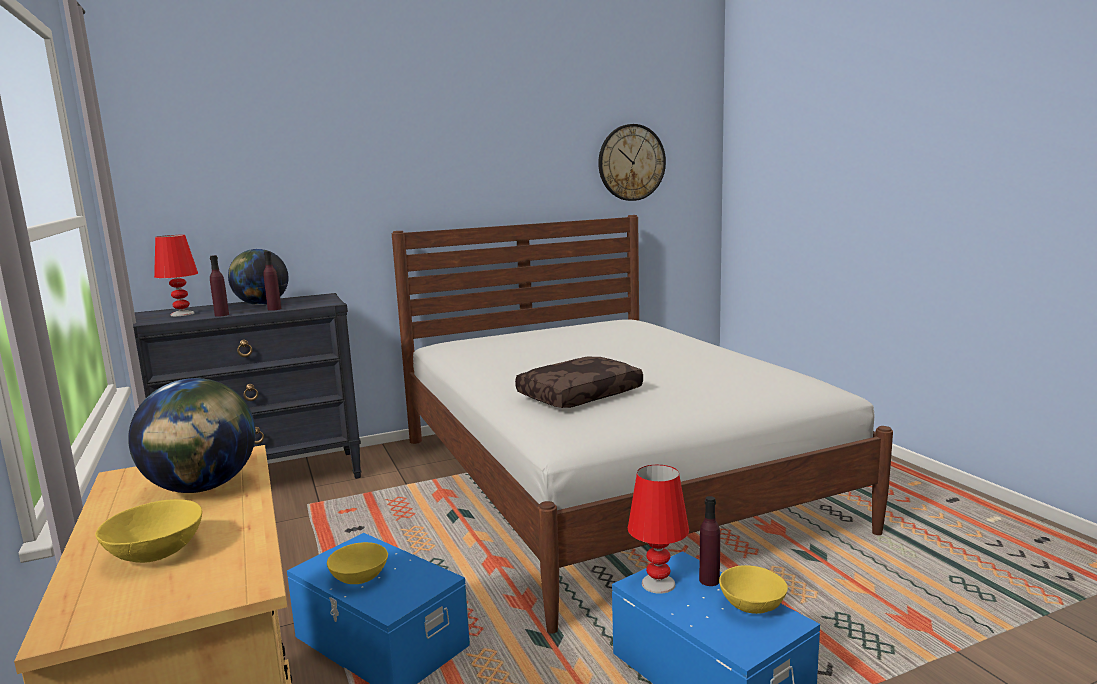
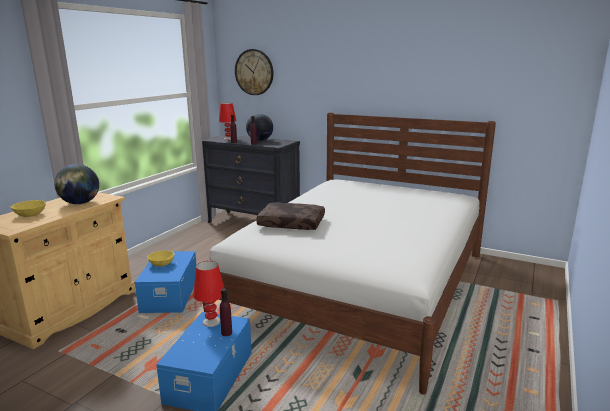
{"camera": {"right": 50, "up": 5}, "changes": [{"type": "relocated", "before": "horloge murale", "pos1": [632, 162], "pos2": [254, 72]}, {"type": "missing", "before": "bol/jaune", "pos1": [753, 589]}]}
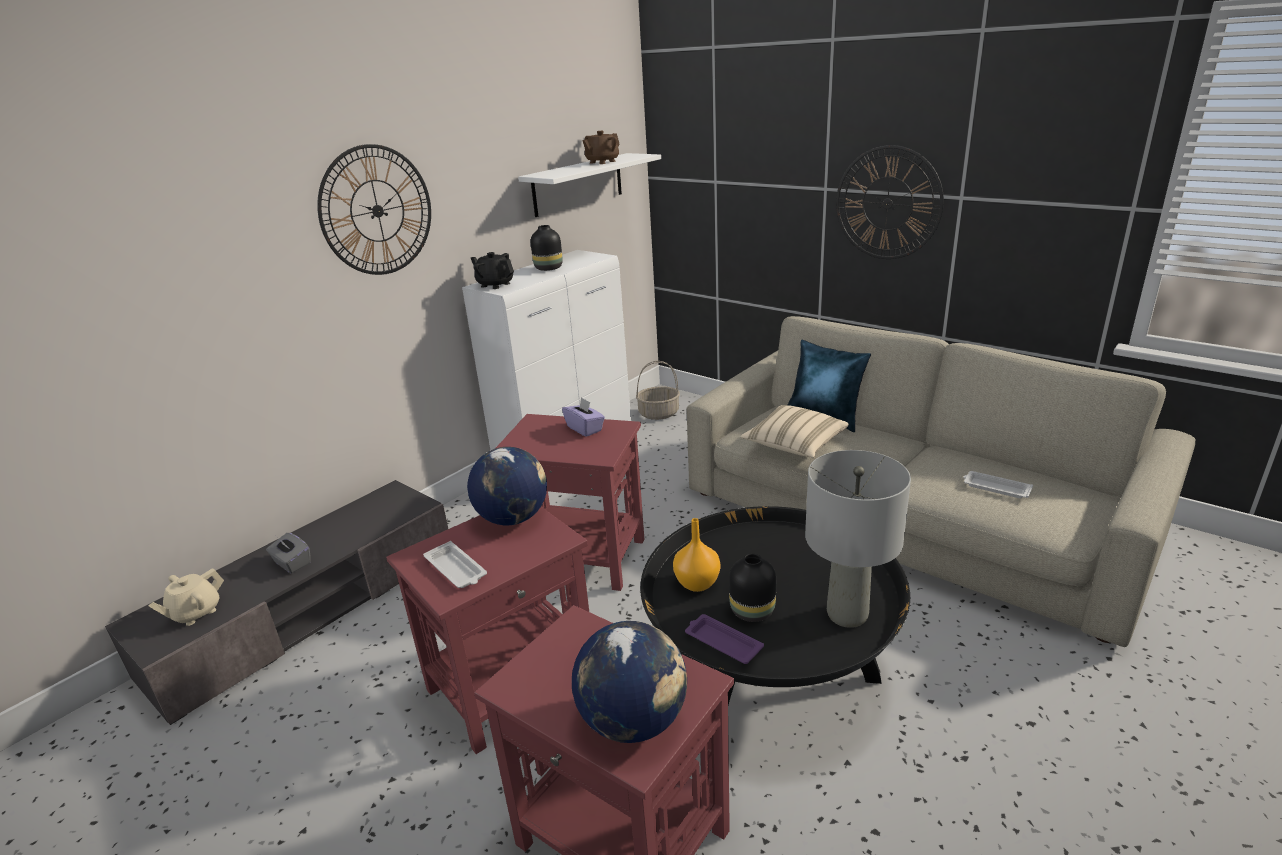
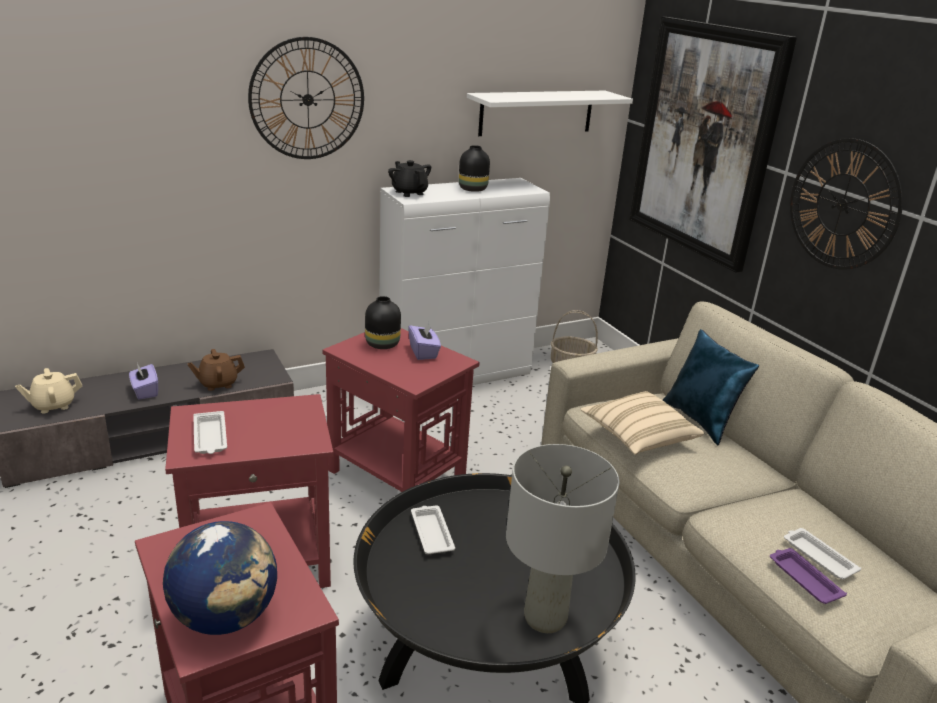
{"camera": {"right": 20, "up": 0}, "changes": [{"type": "colour", "before": "boîte à mouchoirs/gris", "after": "boîte à mouchoirs/violet", "pos1": [288, 553], "pos2": [143, 381]}, {"type": "relocated", "before": "théière/marron", "pos1": [601, 147], "pos2": [216, 370]}, {"type": "relocated", "before": "vase/noir", "pos1": [752, 588], "pos2": [383, 322]}, {"type": "exchanged", "before": "vase/orange", "after": "plateau/blanc", "pos1": [696, 555], "pos2": [433, 529]}, {"type": "appeared", "after": "tableau", "pos2": [713, 144]}, {"type": "relocated", "before": "plateau/violet", "pos1": [724, 639], "pos2": [808, 576]}, {"type": "missing", "before": "globe", "pos1": [507, 486]}]}
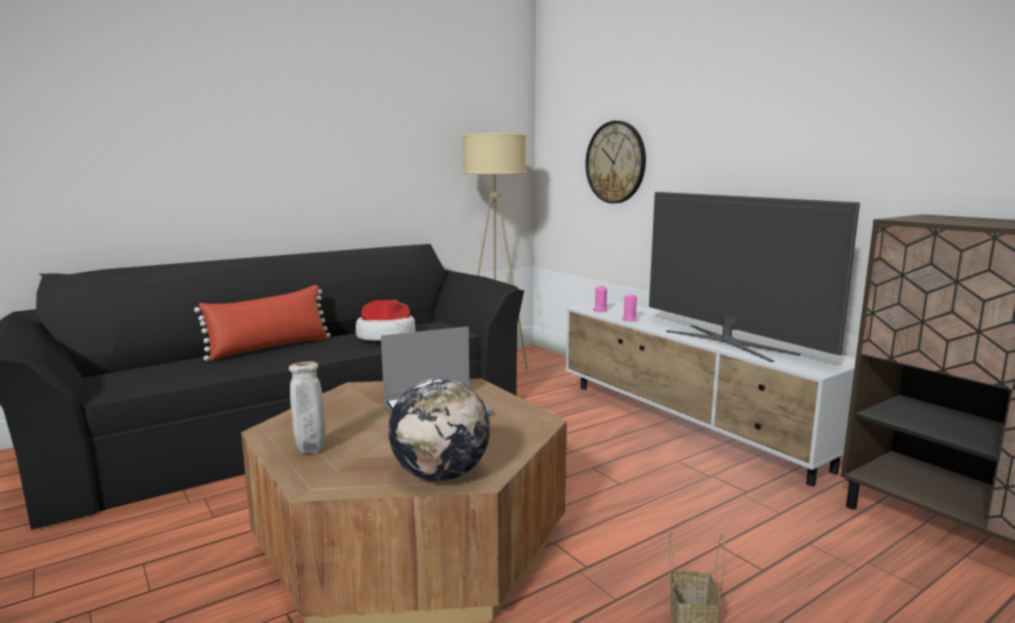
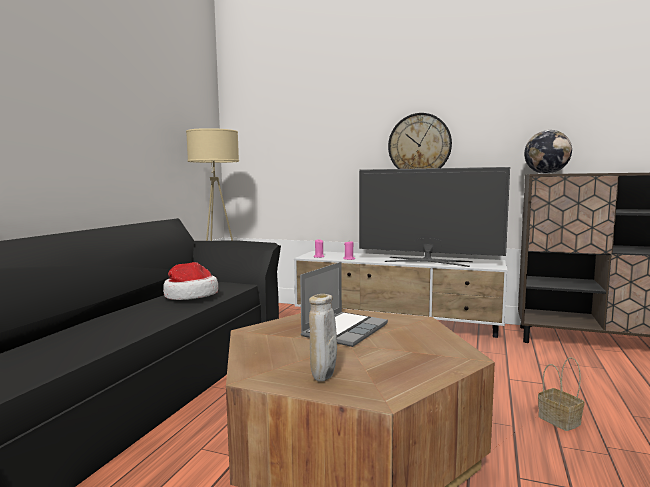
{"camera": {"right": -35, "up": -5}, "changes": [{"type": "relocated", "before": "horloge murale", "pos1": [615, 162], "pos2": [420, 141]}, {"type": "relocated", "before": "globe", "pos1": [439, 429], "pos2": [548, 152]}, {"type": "missing", "before": "coussin/rouge", "pos1": [262, 323]}]}
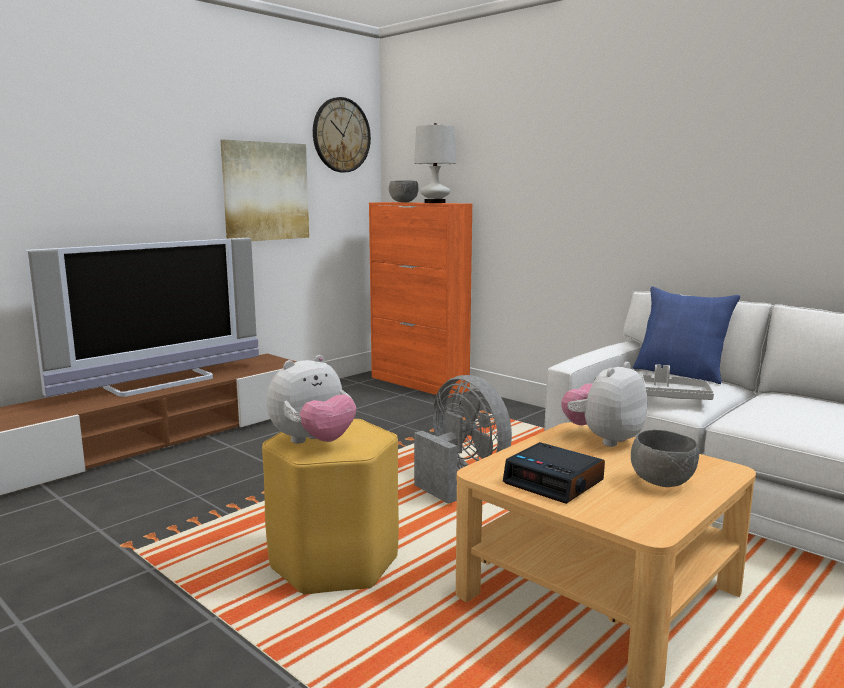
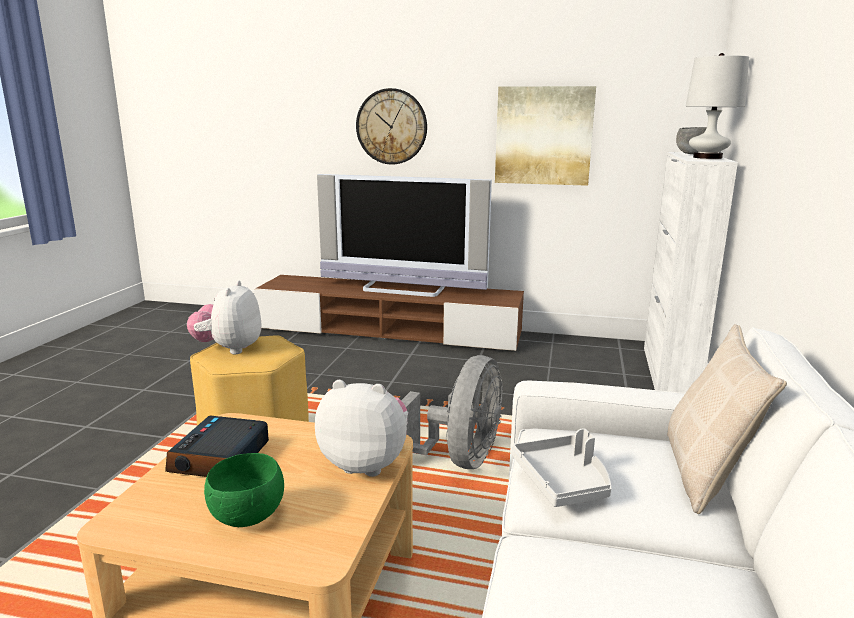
{"camera": {"right": 60, "up": 5}, "changes": [{"type": "spun", "before": "peluche", "pos1": [311, 399], "pos2": [224, 317], "turn": 75}, {"type": "colour", "before": "bol/gris", "after": "bol/vert", "pos1": [665, 458], "pos2": [244, 490]}, {"type": "relocated", "before": "horloge murale", "pos1": [342, 135], "pos2": [391, 126]}, {"type": "colour", "before": "meuble de rangement/orange", "after": "meuble de rangement/blanc", "pos1": [420, 300], "pos2": [691, 272]}, {"type": "colour", "before": "coussin/bleu", "after": "coussin/beige", "pos1": [686, 335], "pos2": [727, 419]}]}
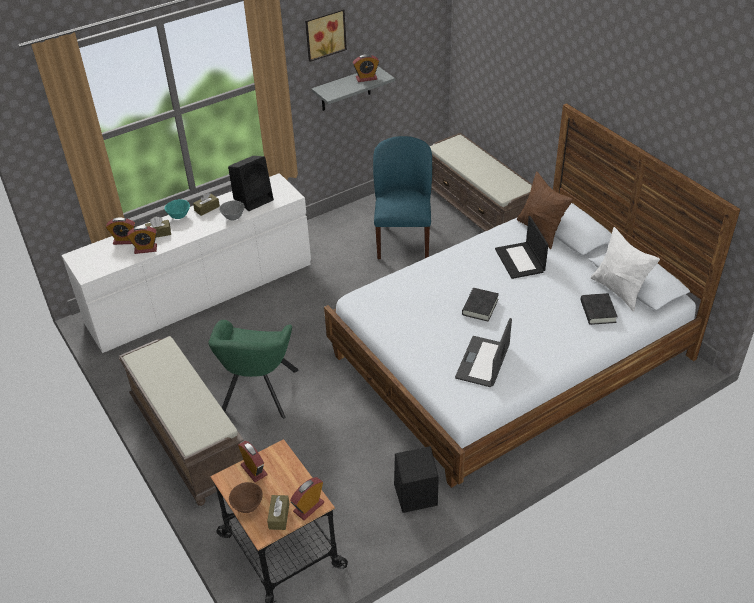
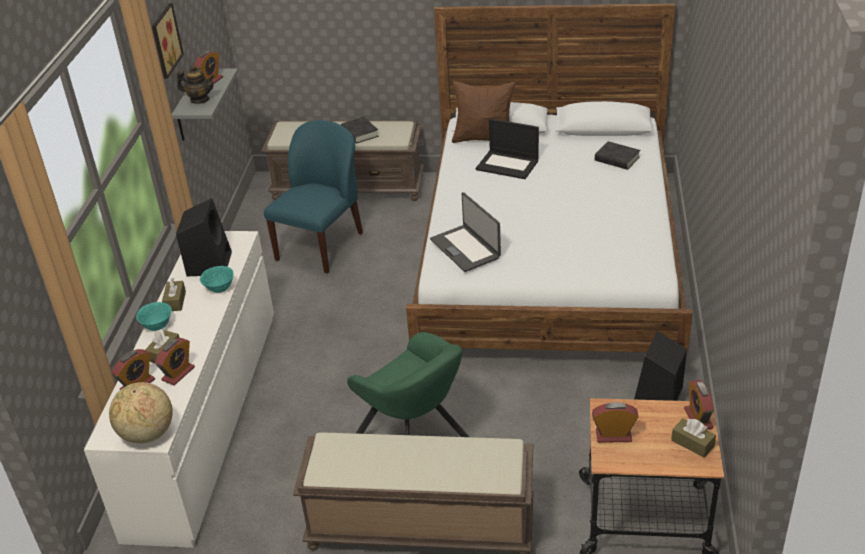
{"camera": {"right": -50, "up": -5}, "changes": [{"type": "appeared", "after": "globe", "pos2": [141, 413]}, {"type": "appeared", "after": "théière", "pos2": [196, 84]}, {"type": "colour", "before": "bol/gris", "after": "bol/turquoise", "pos1": [232, 210], "pos2": [217, 279]}, {"type": "spun", "before": "chaise/bleu", "pos1": [402, 197], "pos2": [313, 197], "turn": 75}, {"type": "relocated", "before": "livre/noir", "pos1": [480, 305], "pos2": [360, 130]}, {"type": "relocated", "before": "ordinateur portable", "pos1": [483, 352], "pos2": [465, 232]}, {"type": "missing", "before": "bol/marron", "pos1": [246, 497]}, {"type": "missing", "before": "coussin/blanc", "pos1": [625, 269]}]}
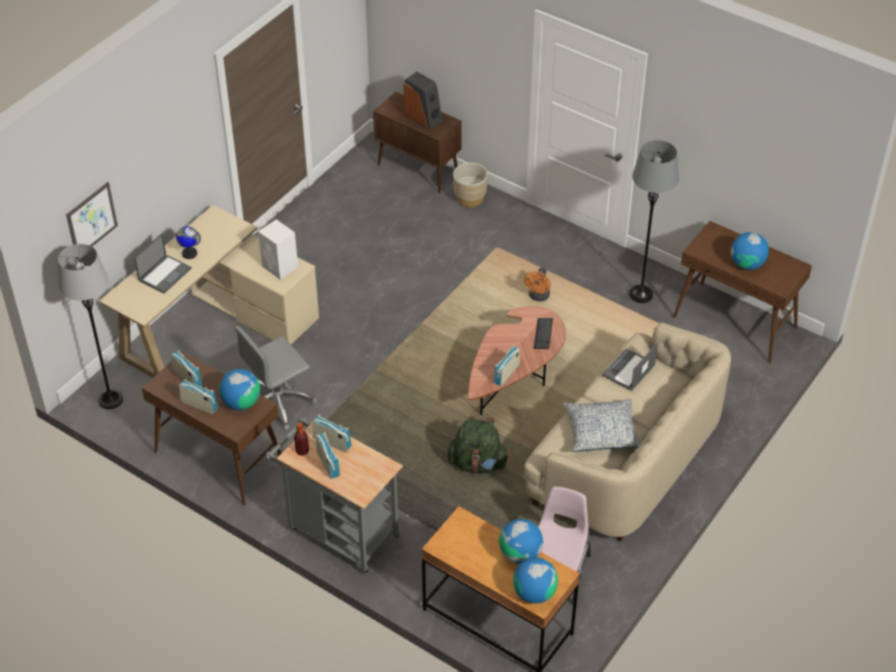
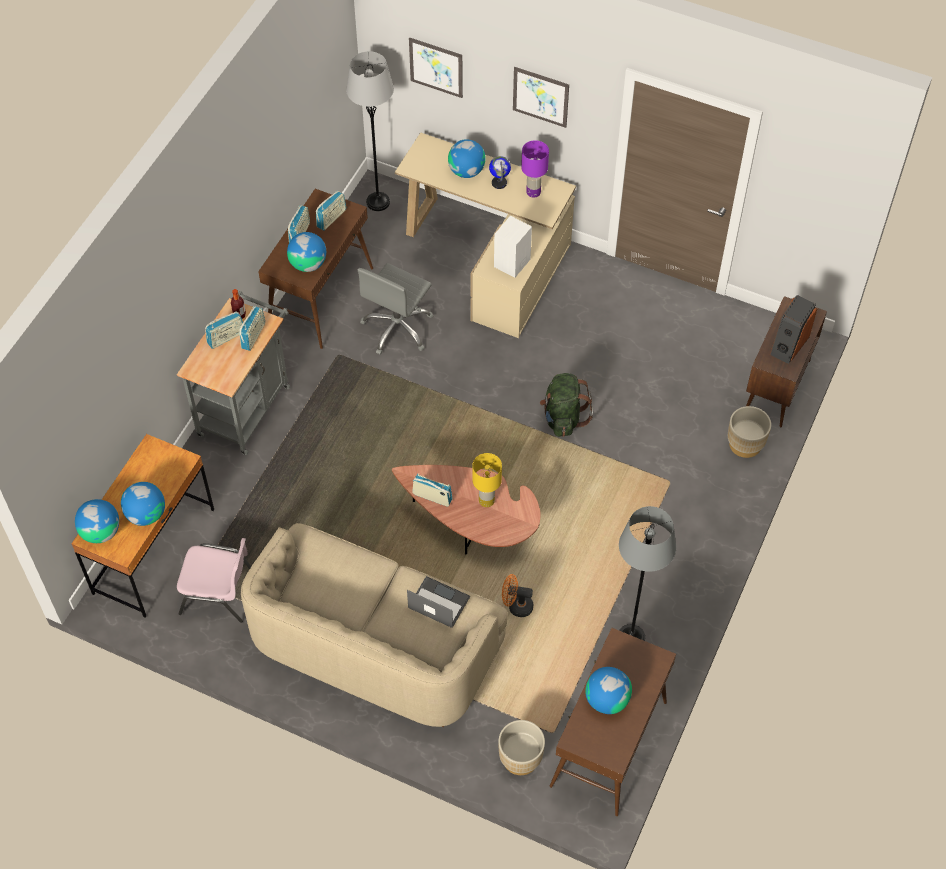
{"camera": {"right": 80, "up": 10}, "changes": [{"type": "spun", "before": "chaise de bureau/gris", "pos1": [276, 378], "pos2": [396, 309], "turn": -105}, {"type": "exchanged", "before": "ordinateur portable", "after": "globe", "pos1": [163, 263], "pos2": [467, 158]}, {"type": "appeared", "after": "lampe de table/jaune", "pos2": [487, 480]}, {"type": "appeared", "after": "cache-pot/beige", "pos2": [521, 747]}, {"type": "relocated", "before": "ventilateur/orange", "pos1": [537, 284], "pos2": [517, 595]}, {"type": "appeared", "after": "tableau", "pos2": [541, 97]}, {"type": "appeared", "after": "lampe de table/violet", "pos2": [535, 169]}, {"type": "relocated", "before": "sac à dos/vert", "pos1": [478, 445], "pos2": [566, 405]}, {"type": "missing", "before": "clavier", "pos1": [543, 333]}, {"type": "missing", "before": "coussin", "pos1": [602, 425]}]}
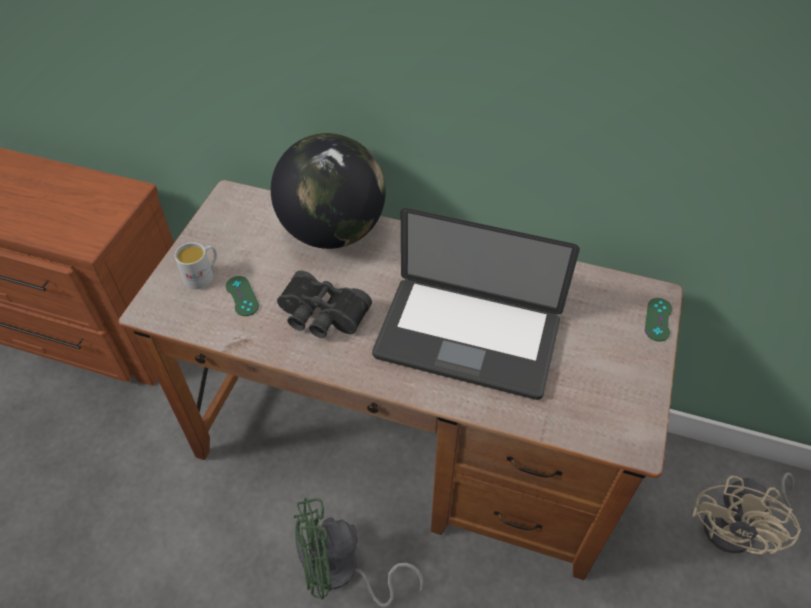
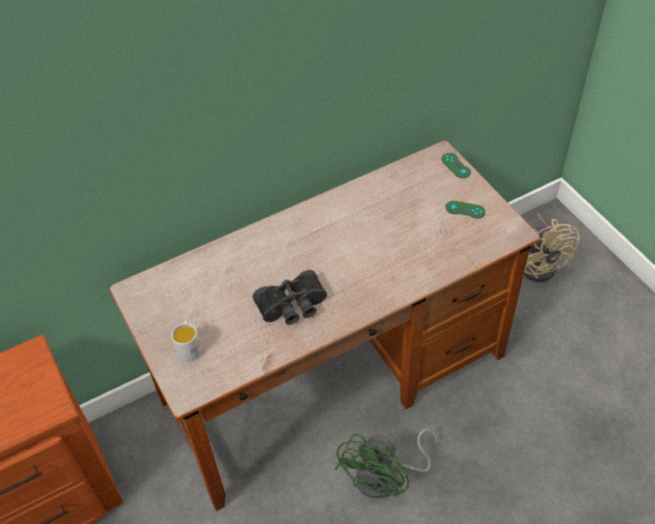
{"camera": {"right": -45, "up": 0}, "changes": [{"type": "relocated", "before": "manette/vert", "pos1": [242, 296], "pos2": [465, 210]}, {"type": "missing", "before": "globe", "pos1": [328, 191]}, {"type": "missing", "before": "ordinateur portable", "pos1": [476, 304]}]}
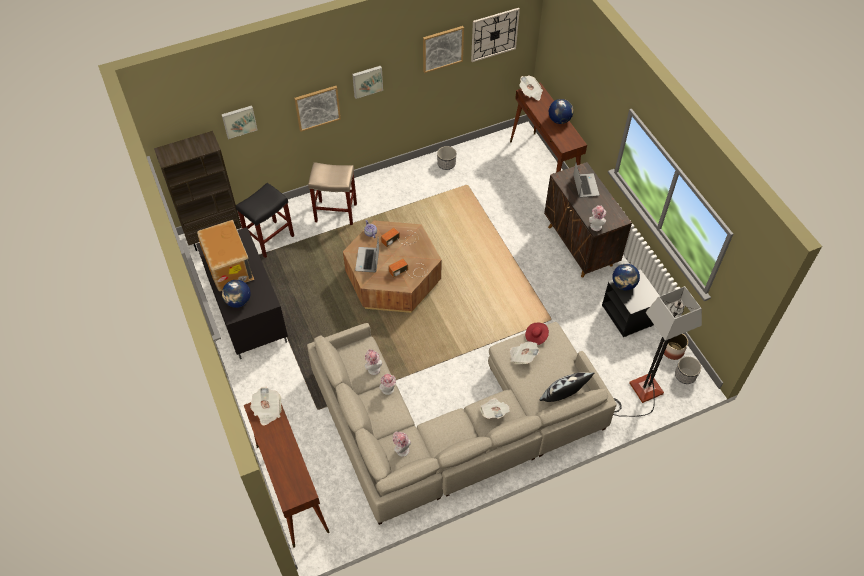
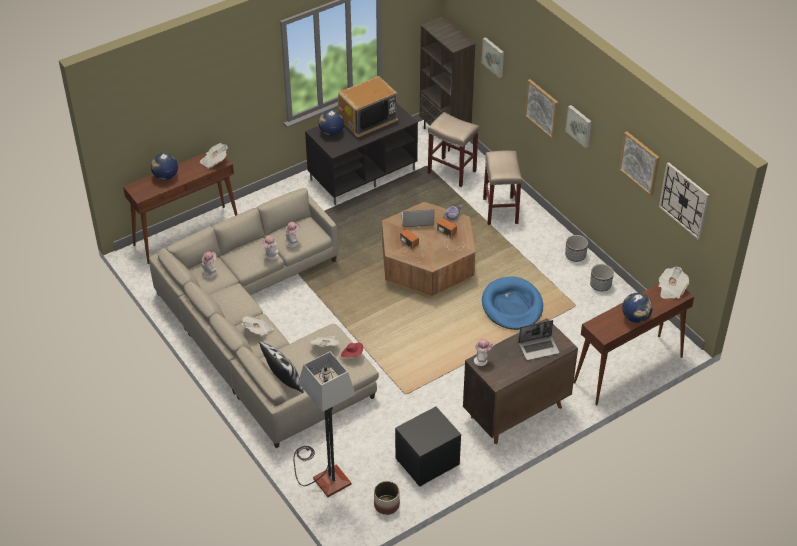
{"camera": {"right": 80, "up": -10}, "changes": [{"type": "relocated", "before": "globe", "pos1": [626, 277], "pos2": [164, 166]}, {"type": "colour", "before": "tabouret/noir", "after": "tabouret/beige", "pos1": [265, 220], "pos2": [453, 149]}, {"type": "appeared", "after": "panier pour chien/bleu", "pos2": [512, 303]}, {"type": "relocated", "before": "cache-pot", "pos1": [688, 370], "pos2": [576, 248]}]}
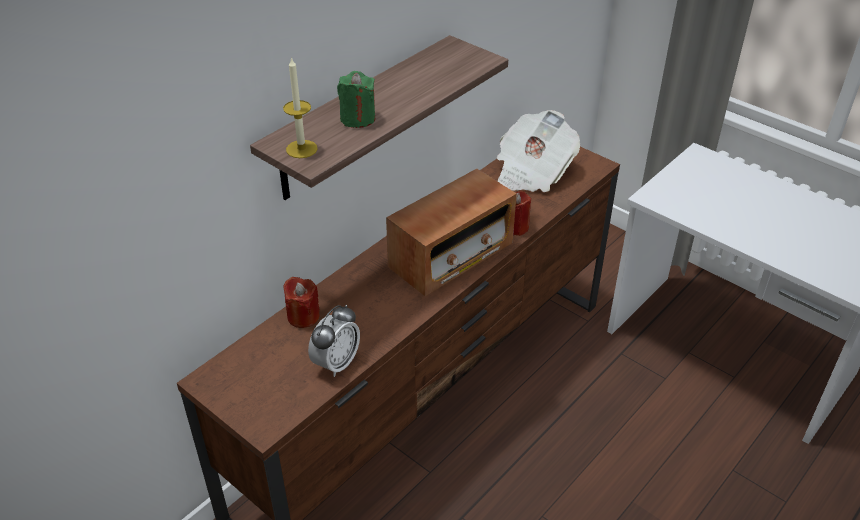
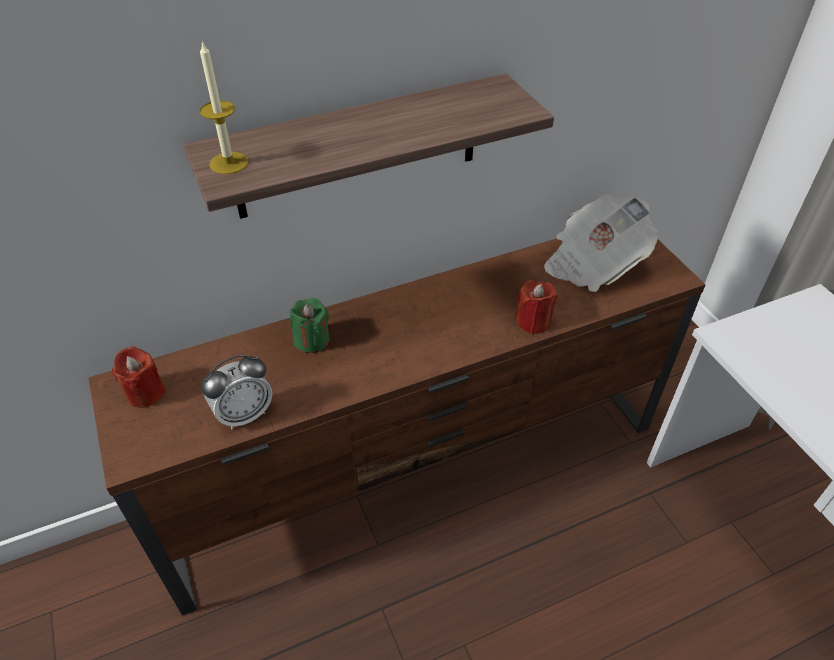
{"camera": {"right": 25, "up": 5}, "changes": [{"type": "relocated", "before": "bougie/rouge", "pos1": [301, 302], "pos2": [139, 377]}, {"type": "relocated", "before": "bougie/vert", "pos1": [356, 99], "pos2": [309, 325]}, {"type": "missing", "before": "radio", "pos1": [451, 232]}]}
